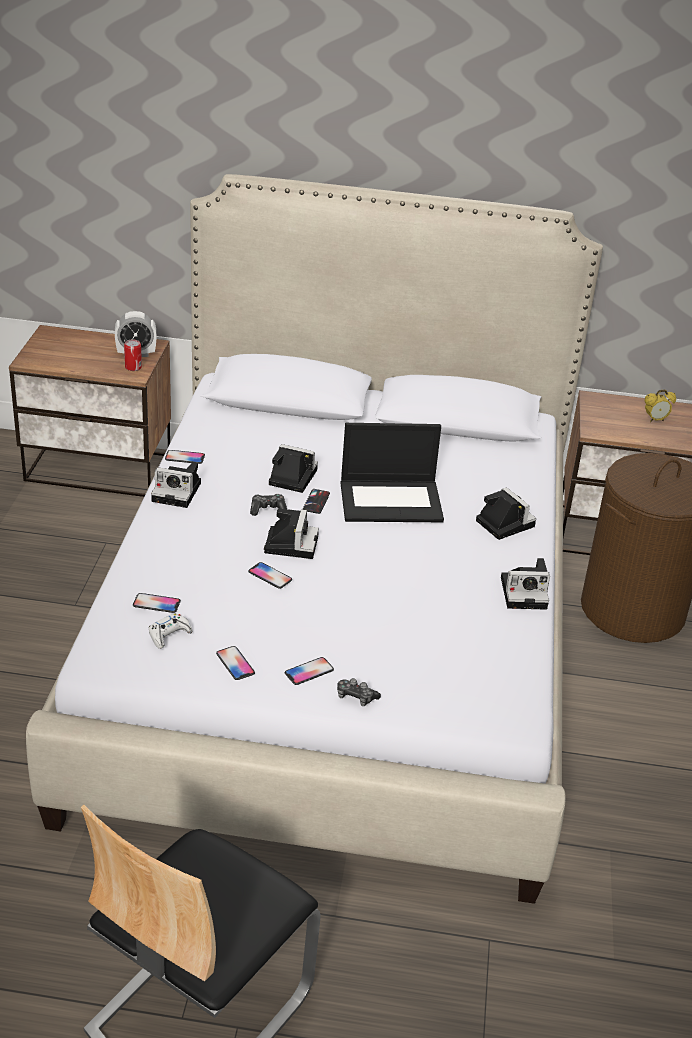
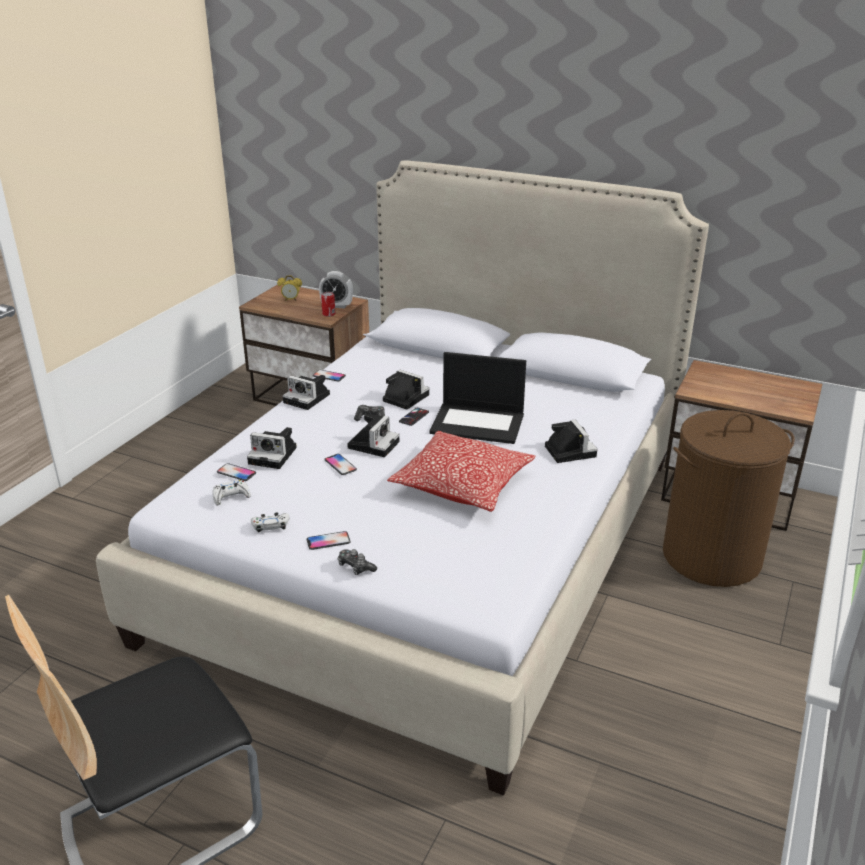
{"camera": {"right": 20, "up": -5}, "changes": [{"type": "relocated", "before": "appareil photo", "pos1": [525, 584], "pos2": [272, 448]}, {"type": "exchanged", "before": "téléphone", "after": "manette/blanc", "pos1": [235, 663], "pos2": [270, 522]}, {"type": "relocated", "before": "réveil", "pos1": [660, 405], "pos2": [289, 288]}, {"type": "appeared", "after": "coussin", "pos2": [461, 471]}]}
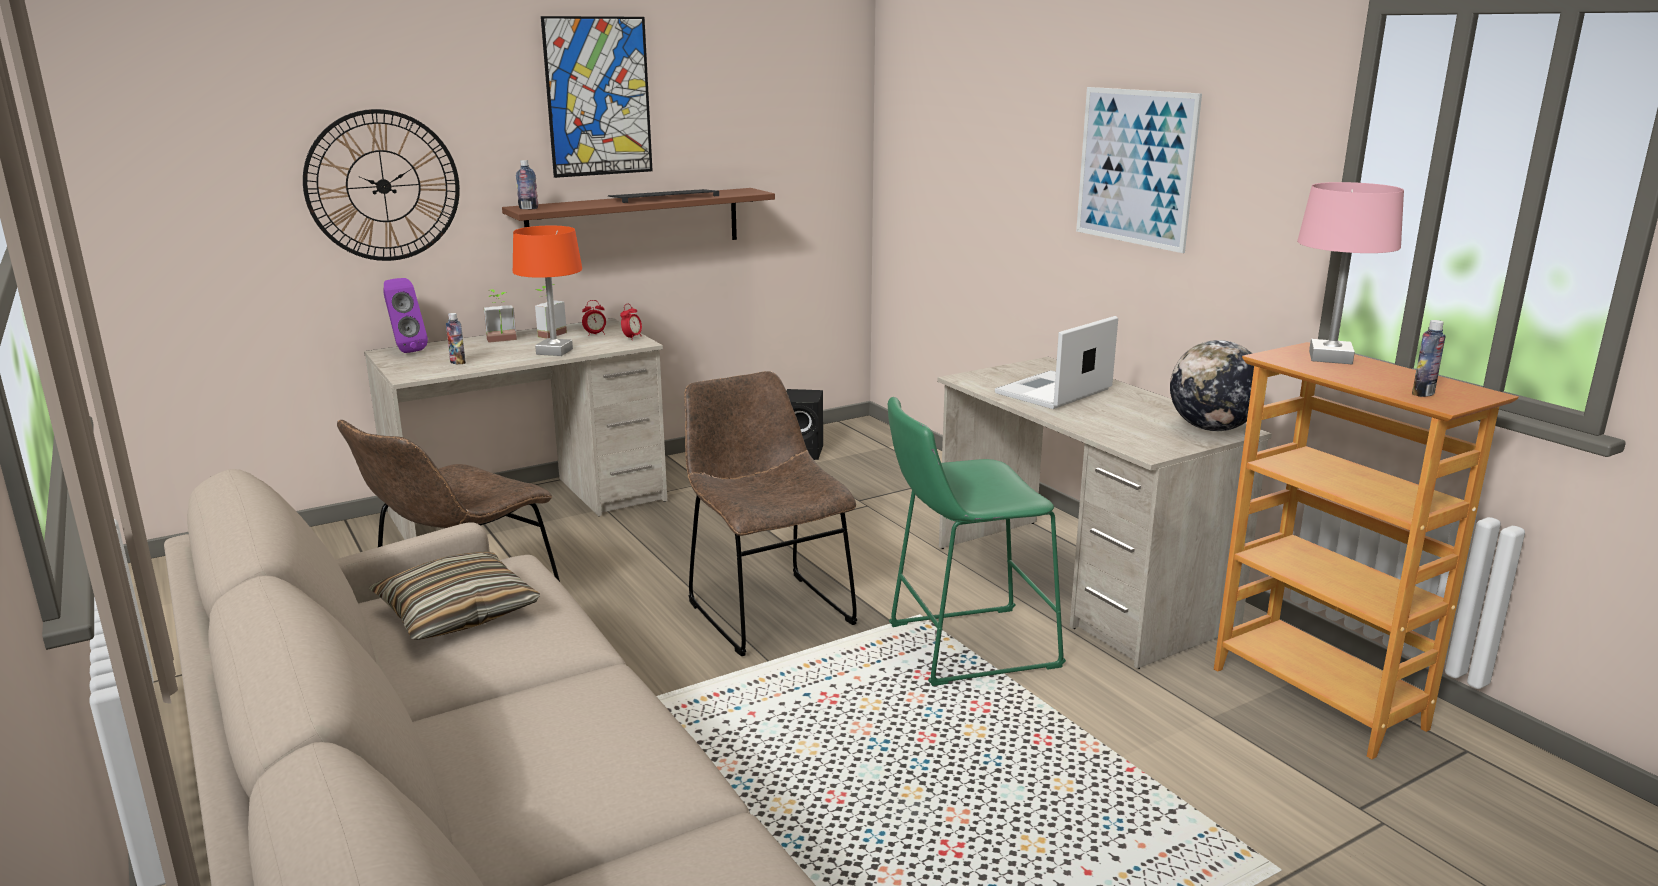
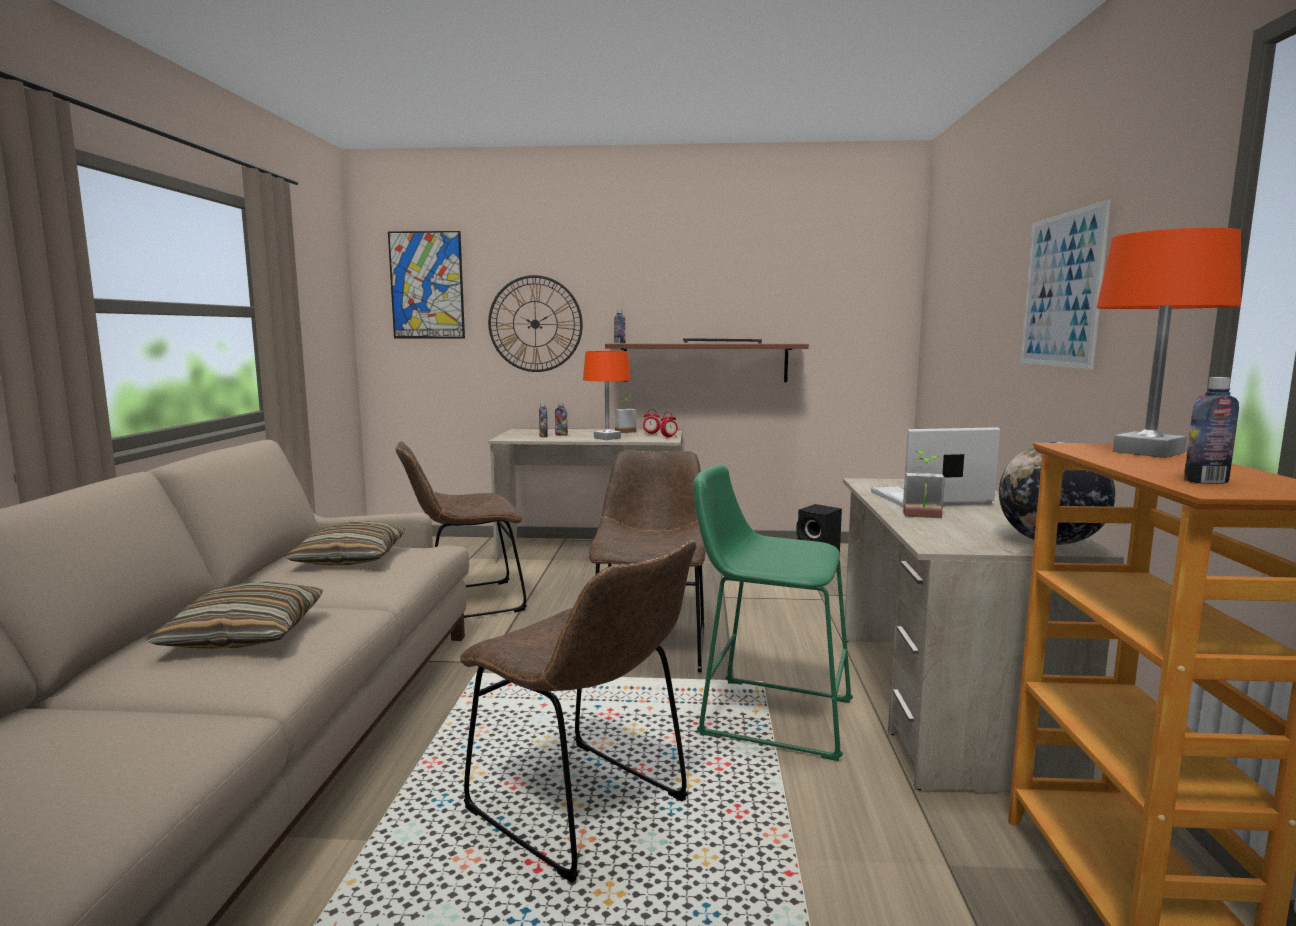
{"camera": {"right": 35, "up": -10}, "changes": [{"type": "appeared", "after": "coussin", "pos2": [234, 615]}, {"type": "relocated", "before": "tableau", "pos1": [597, 97], "pos2": [426, 284]}, {"type": "appeared", "after": "chaise/marron", "pos2": [578, 711]}, {"type": "appeared", "after": "bouteille", "pos2": [561, 419]}, {"type": "relocated", "before": "plante en pot", "pos1": [500, 316], "pos2": [924, 484]}, {"type": "colour", "before": "lampe de table/rose", "after": "lampe de table/orange", "pos1": [1350, 273], "pos2": [1168, 342]}, {"type": "missing", "before": "enceinte/violet", "pos1": [406, 315]}]}
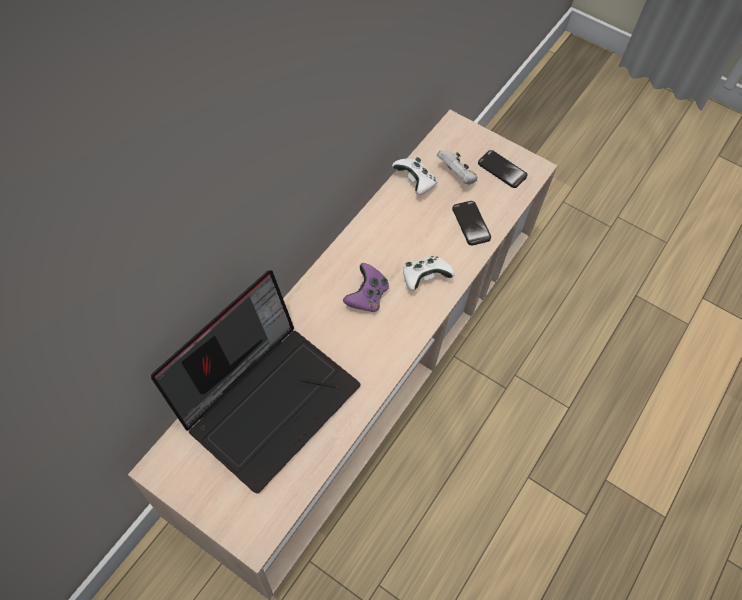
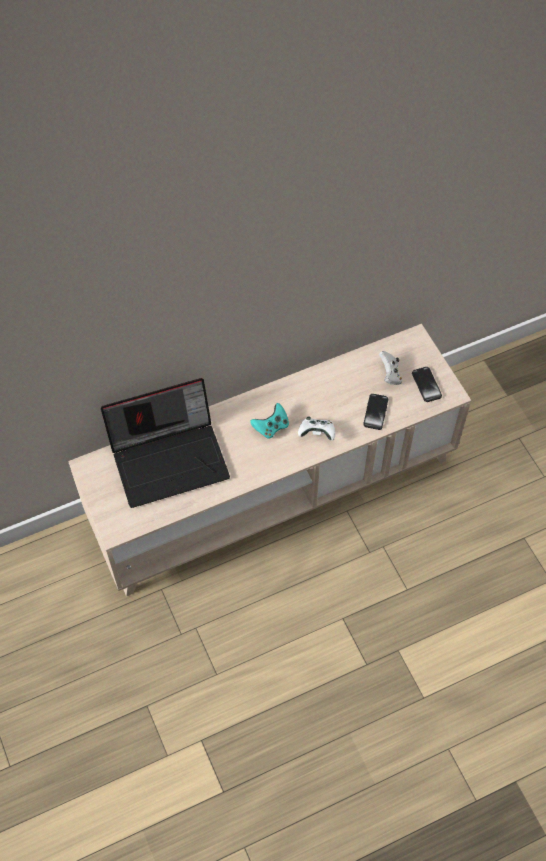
{"camera": {"right": 35, "up": 0}, "changes": [{"type": "colour", "before": "manette/violet", "after": "manette/turquoise", "pos1": [366, 287], "pos2": [269, 421]}, {"type": "missing", "before": "manette/blanc", "pos1": [414, 176]}]}
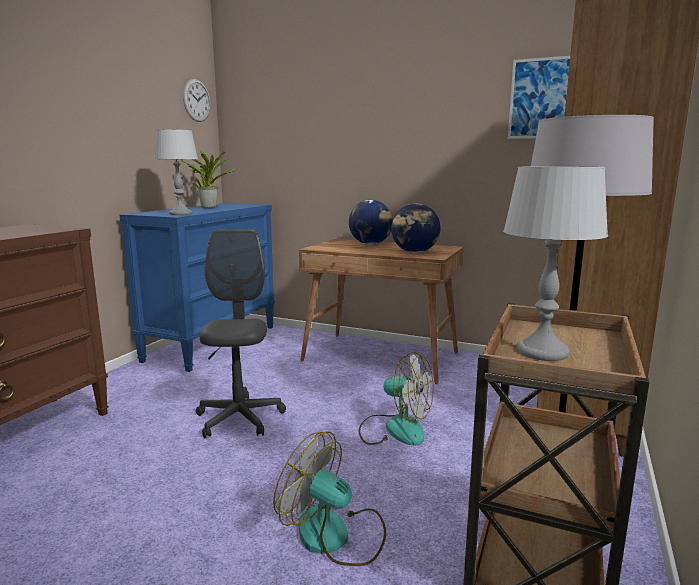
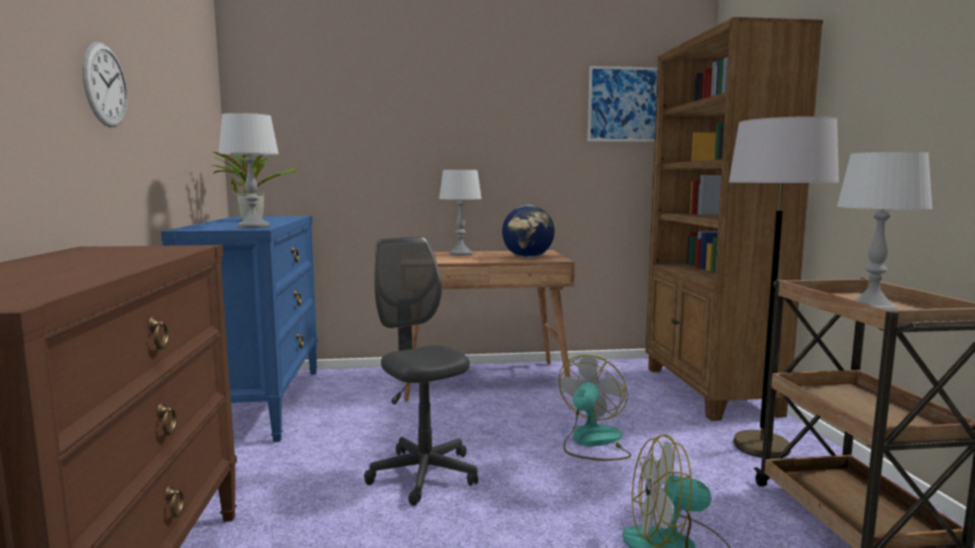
{"camera": {"right": -30, "up": -5}, "changes": [{"type": "relocated", "before": "horloge murale", "pos1": [197, 100], "pos2": [105, 84]}, {"type": "exchanged", "before": "globe", "after": "lampe de table/gris", "pos1": [371, 222], "pos2": [460, 213]}, {"type": "spun", "before": "ventilateur", "pos1": [396, 398], "pos2": [594, 408], "turn": -60}]}
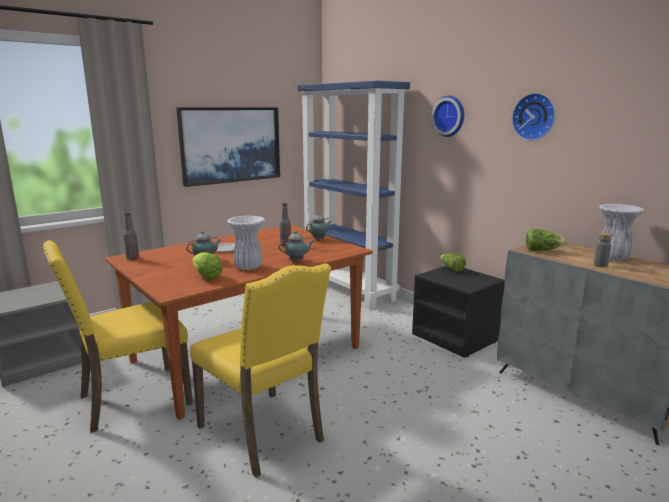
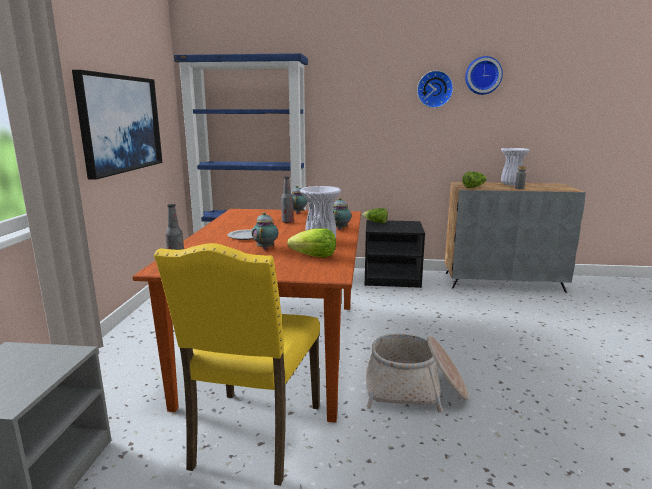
{"camera": {"right": -45, "up": 0}, "changes": [{"type": "exchanged", "before": "chaise/jaune", "after": "panier", "pos1": [260, 370], "pos2": [417, 373]}, {"type": "relocated", "before": "horloge murale", "pos1": [447, 116], "pos2": [484, 75]}]}
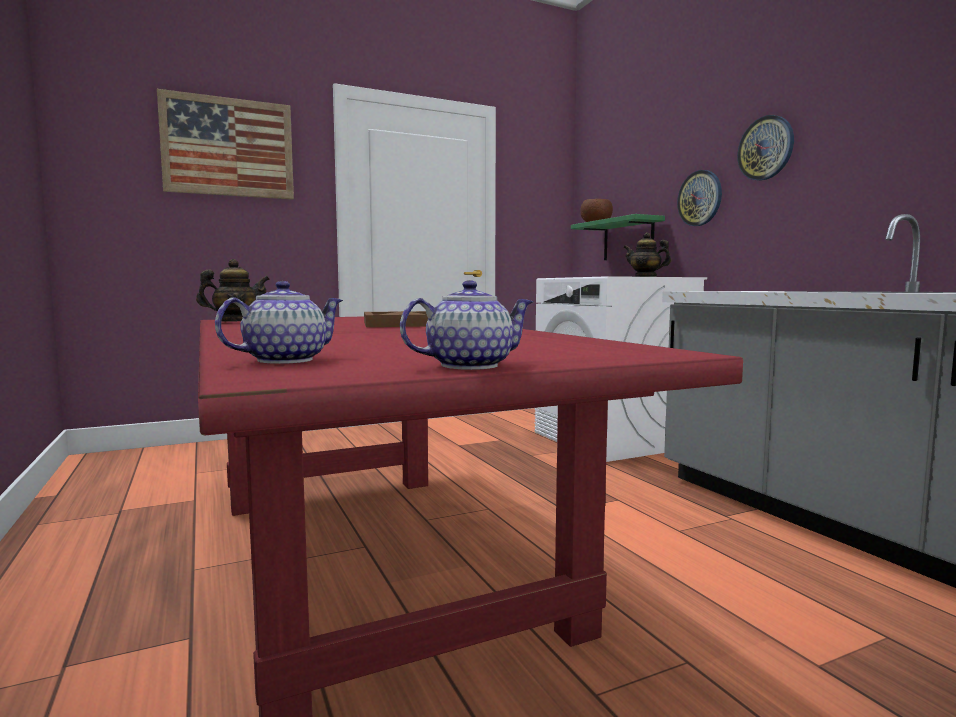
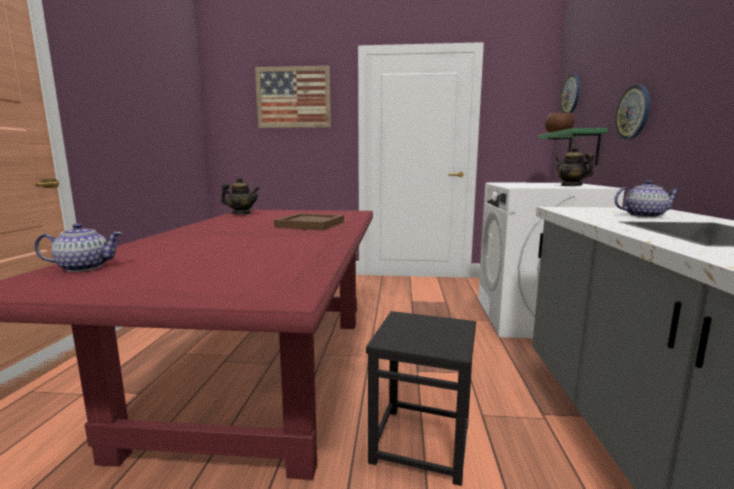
{"camera": {"right": 30, "up": 5}, "changes": [{"type": "appeared", "after": "tabouret/noir", "pos2": [421, 398]}, {"type": "relocated", "before": "horloge murale", "pos1": [765, 148], "pos2": [570, 93]}, {"type": "relocated", "before": "théière", "pos1": [466, 325], "pos2": [647, 199]}]}
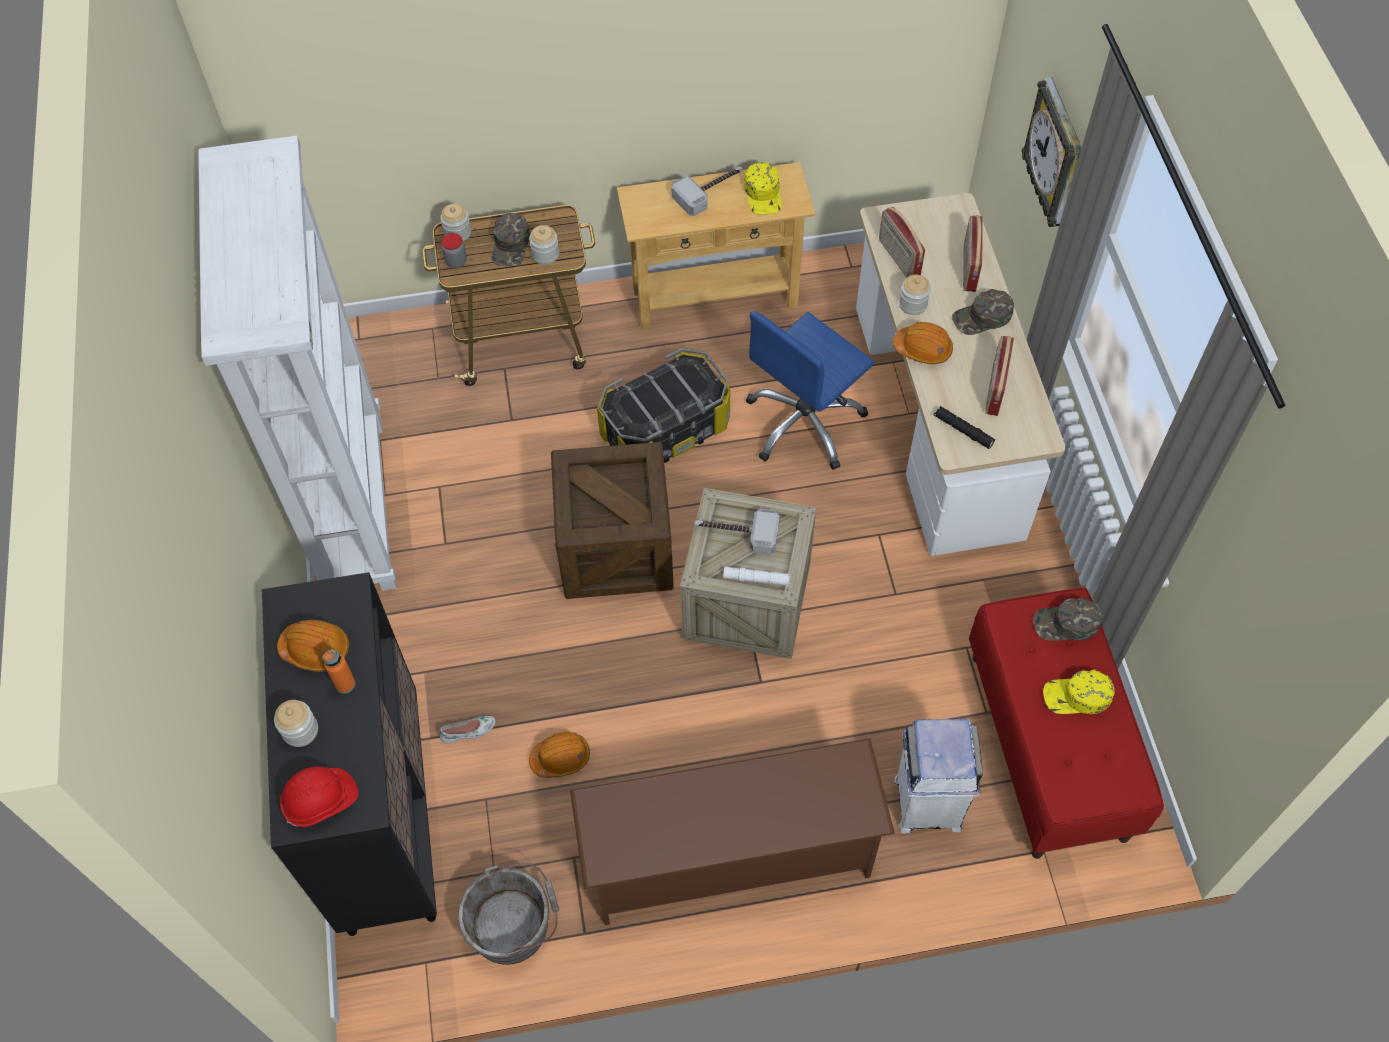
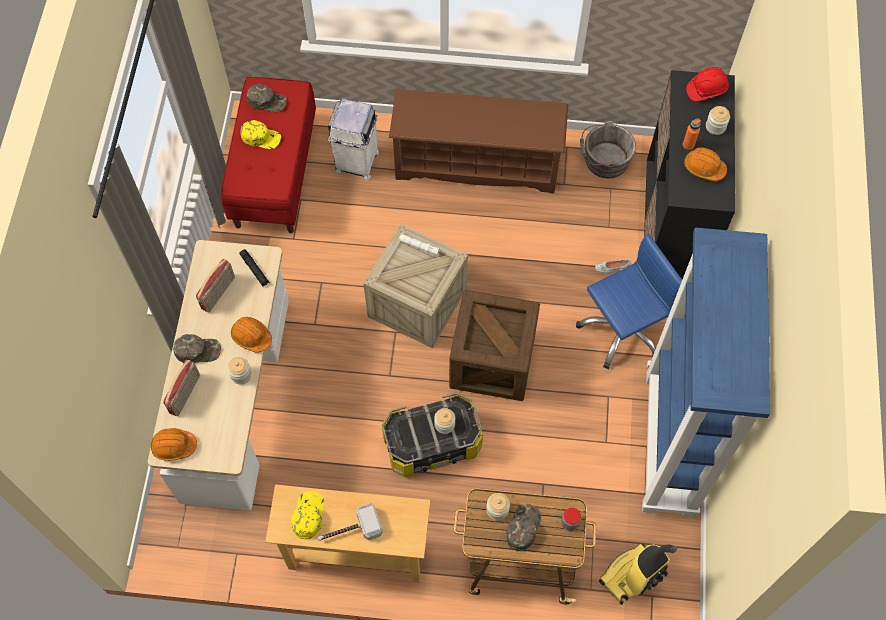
{"camera": {"right": -165, "up": 5}, "changes": [{"type": "relocated", "before": "casque de chantier/orange", "pos1": [559, 755], "pos2": [174, 444]}, {"type": "relocated", "before": "casquette/vert", "pos1": [1067, 619], "pos2": [267, 98]}, {"type": "relocated", "before": "bocal", "pos1": [455, 223], "pos2": [444, 421]}, {"type": "relocated", "before": "chaise de bureau/bleu", "pos1": [810, 390], "pos2": [629, 301]}, {"type": "appeared", "after": "aspirateur", "pos2": [638, 574]}, {"type": "colour", "before": "bibliothèque/blanc", "after": "bibliothèque/bleu", "pos1": [297, 363], "pos2": [706, 372]}, {"type": "missing", "before": "marteau", "pos1": [737, 532]}, {"type": "missing", "before": "radio", "pos1": [902, 242]}, {"type": "missing", "before": "horloge murale", "pos1": [1051, 152]}]}
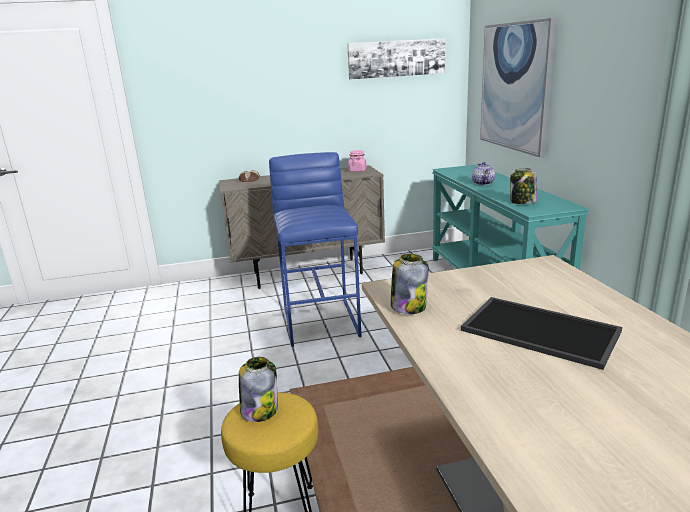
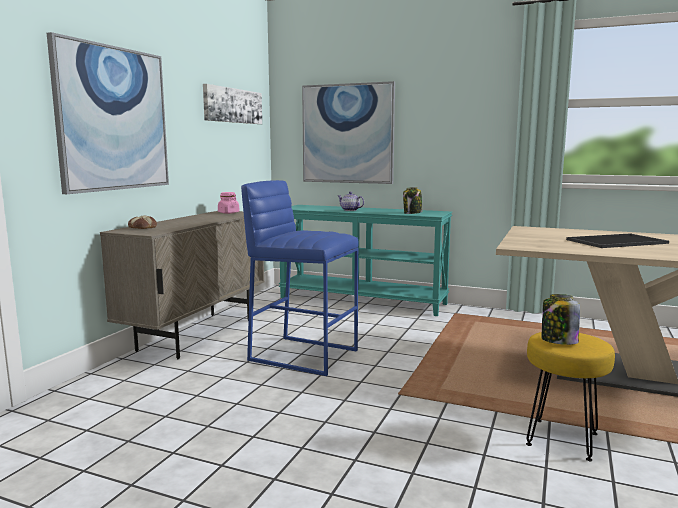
{"camera": {"right": -55, "up": -10}, "changes": [{"type": "appeared", "after": "tableau", "pos2": [108, 113]}, {"type": "missing", "before": "bocal", "pos1": [409, 284]}]}
